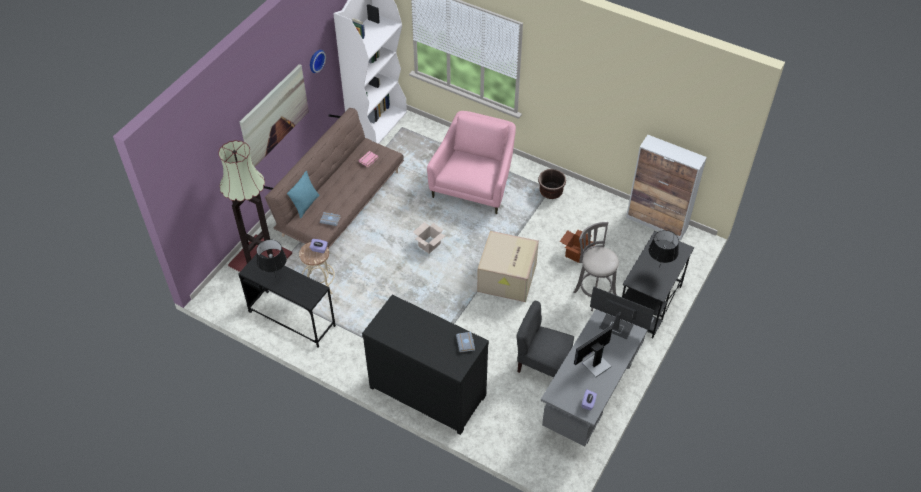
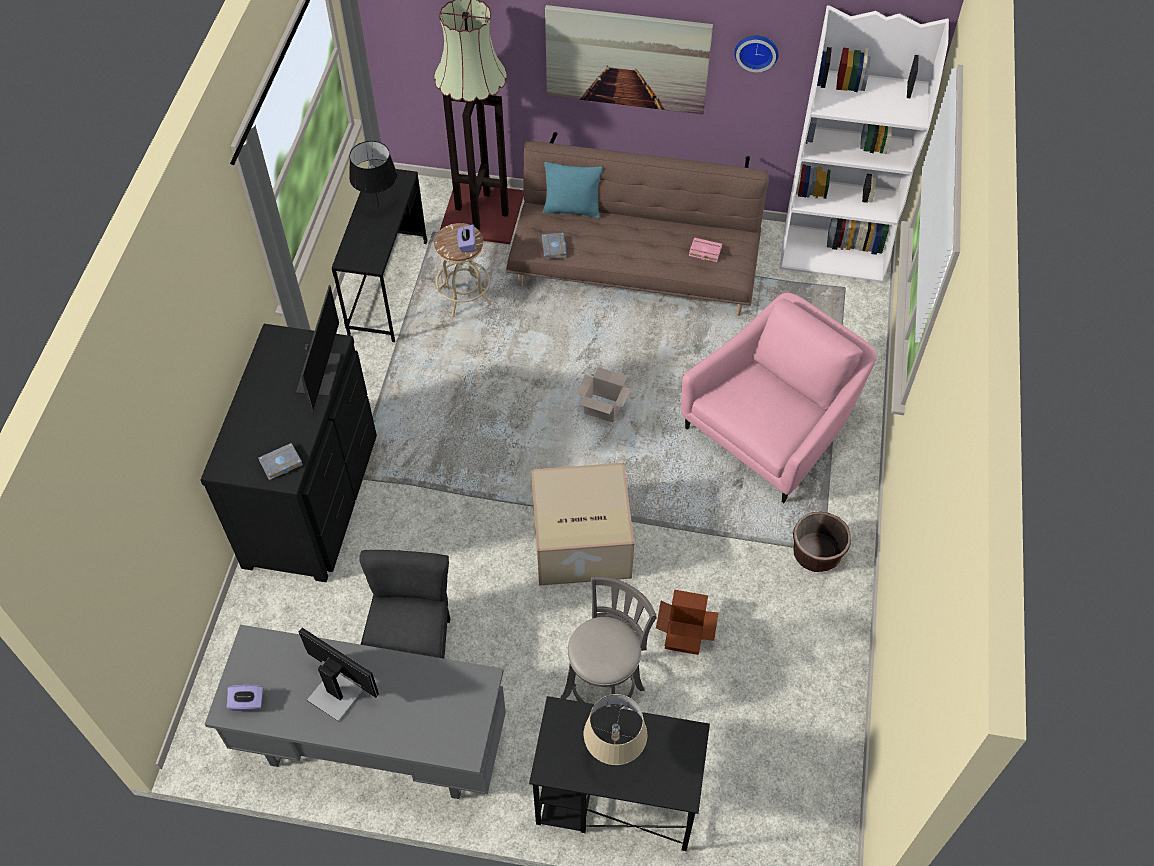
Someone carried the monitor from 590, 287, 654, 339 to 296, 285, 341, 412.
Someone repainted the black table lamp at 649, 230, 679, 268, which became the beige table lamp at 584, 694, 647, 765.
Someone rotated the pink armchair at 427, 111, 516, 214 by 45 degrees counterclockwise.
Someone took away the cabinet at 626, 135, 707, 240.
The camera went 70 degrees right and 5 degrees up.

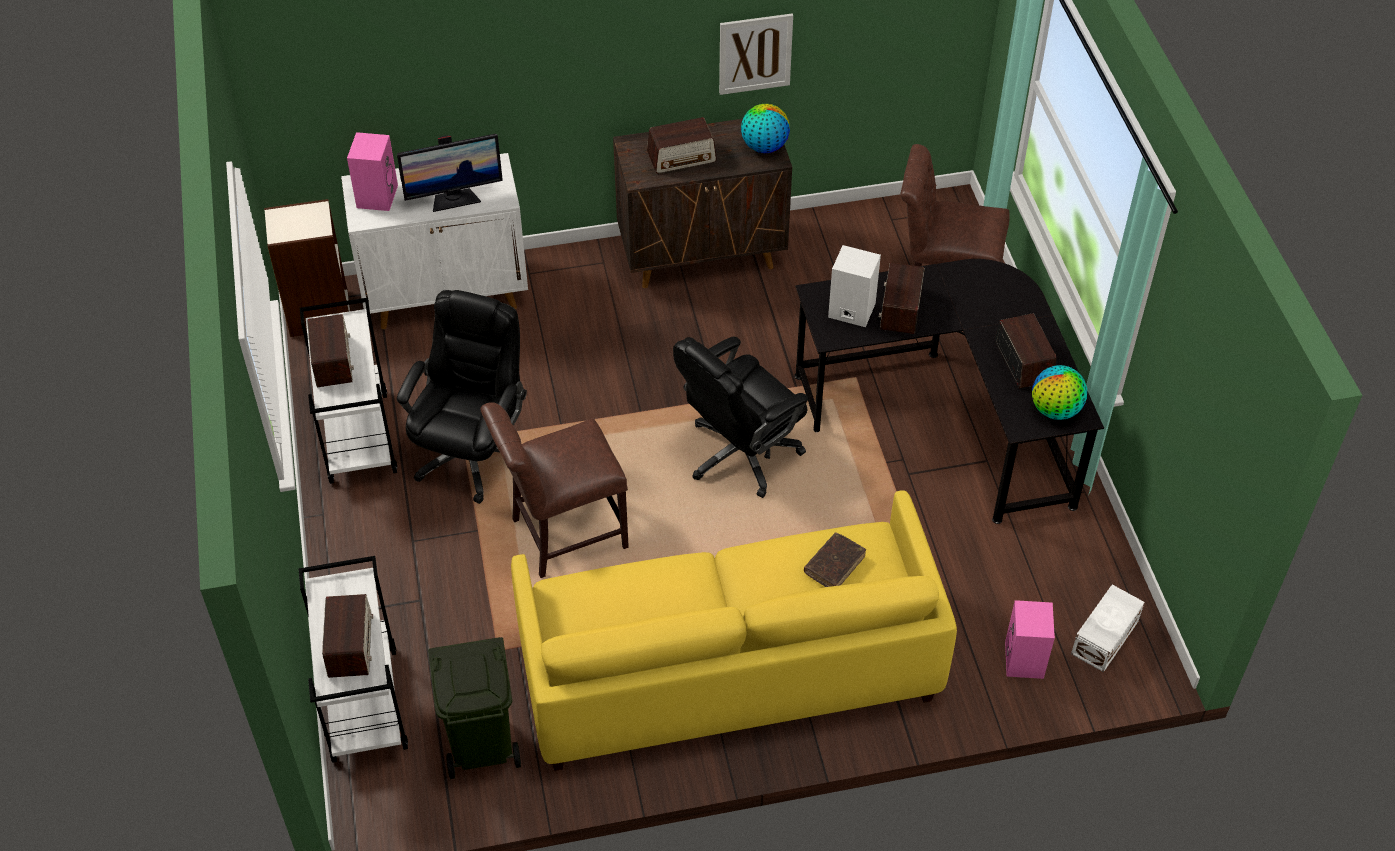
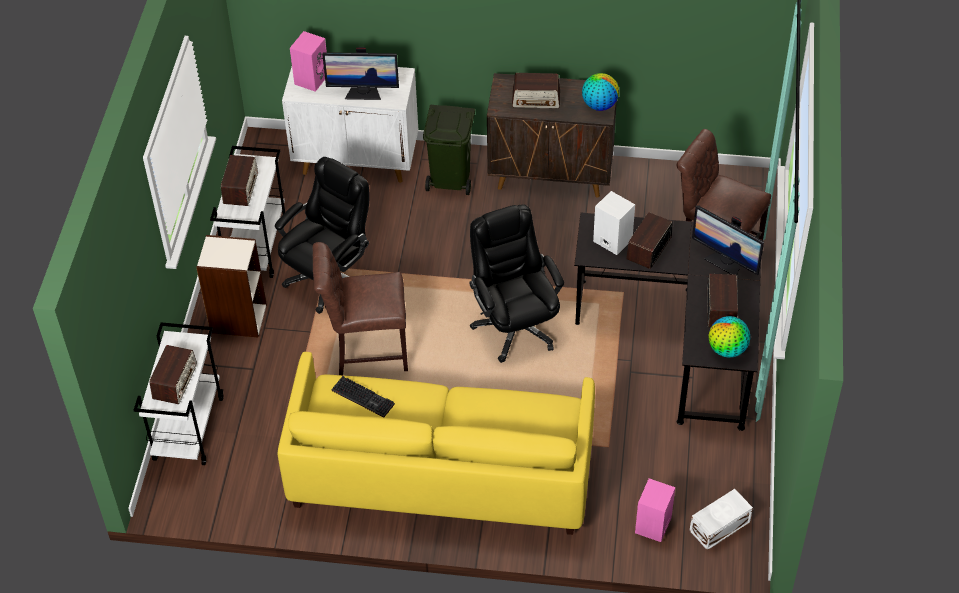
Someone carried the bookcase from 264, 199, 350, 337 to 196, 235, 267, 337.
Someone put down the keyboard at 332, 376, 395, 417.
Someone carried the green trash can from 428, 637, 521, 779 to 423, 105, 475, 195.
Someone rotated the black office chair at 673, 337, 808, 498 by 90 degrees clockwise.
Someone put down the monitor at 692, 205, 764, 276.
Someone took away the picture at 719, 13, 793, 95.
Someone took away the brown book at 804, 533, 866, 587.
The camera went 20 degrees right and 0 degrees up.

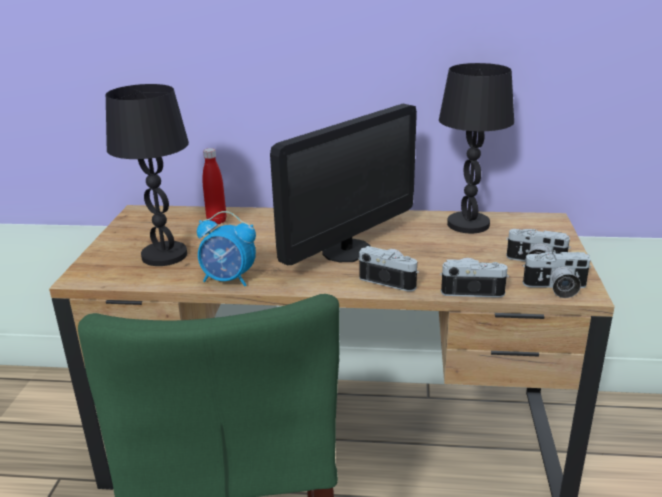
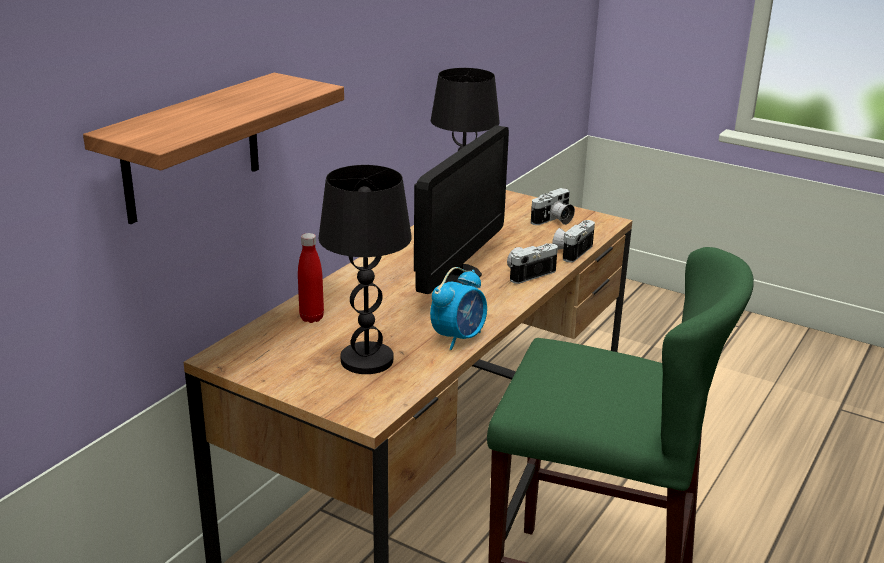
Someone put up the shelf at 83, 73, 344, 224.
Someone rotated the monitor at 270, 104, 417, 265 by 45 degrees clockwise.
Someone took away the photo camera at 523, 252, 591, 298.
The camera went 65 degrees left and 0 degrees up.

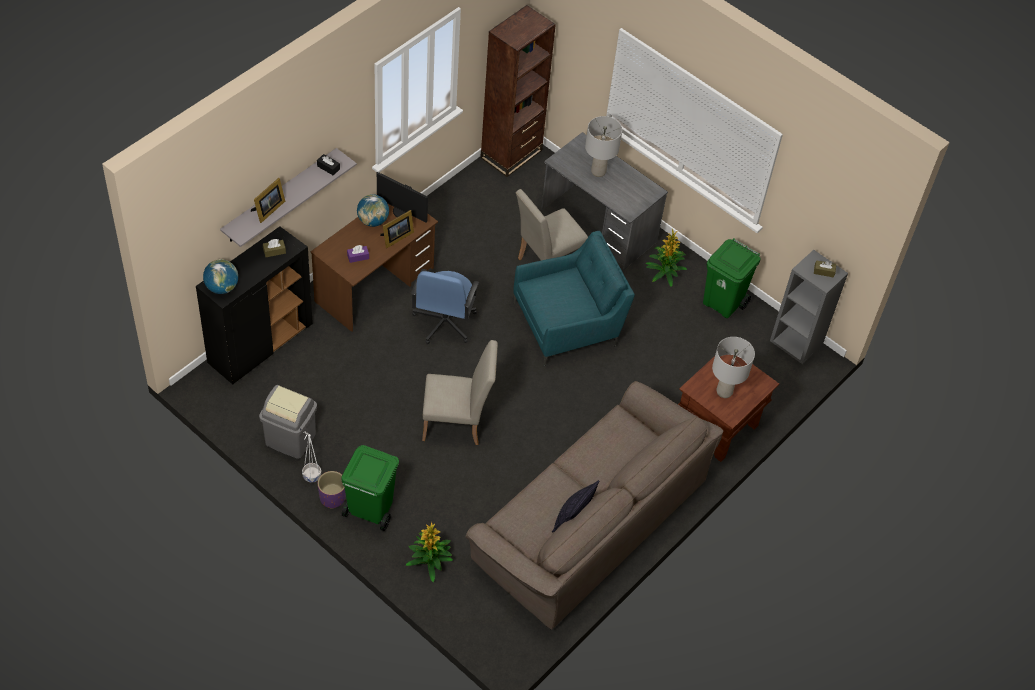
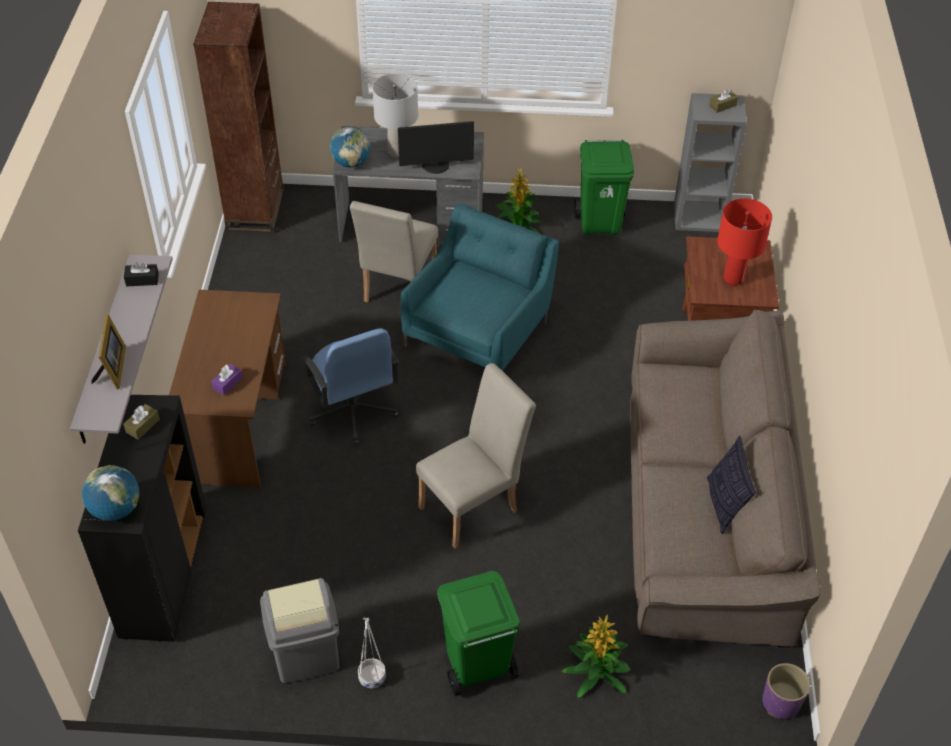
Someone carried the globe from 357, 194, 389, 227 to 330, 127, 370, 168.
Someone carried the monitor from 377, 172, 428, 222 to 398, 121, 474, 174.
Someone repainted the grey table lamp at 712, 337, 755, 398, which became the red table lamp at 717, 198, 772, 286.
Someone carried the purple planter from 318, 471, 346, 509 to 763, 663, 810, 719.
Someone took away the picture frame at 380, 210, 414, 248.
The camera went 35 degrees left and 5 degrees down.

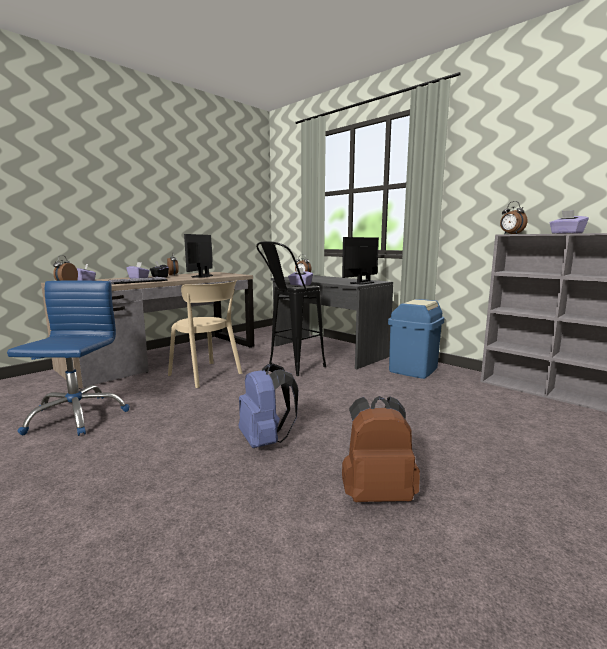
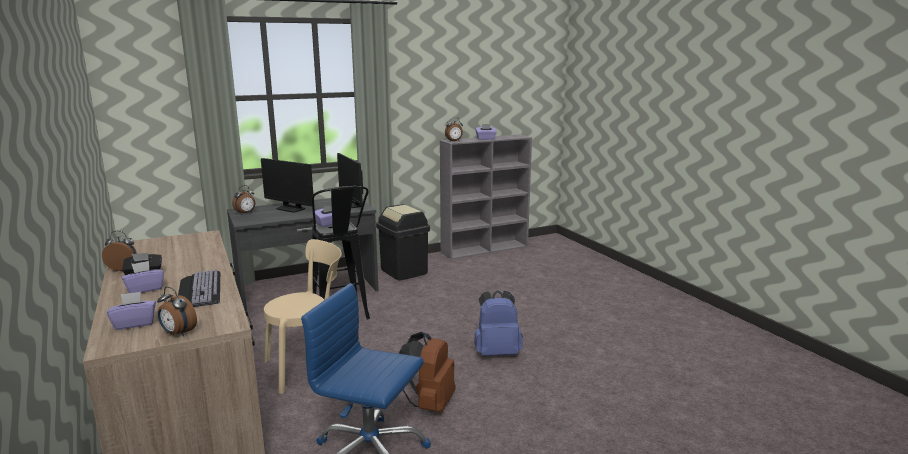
Someone carried the monitor from 184, 234, 213, 278 to 261, 158, 313, 212.
Someone repainted the blue trash can at 388, 299, 445, 379, which became the black trash can at 376, 204, 430, 280.
Someone carried the brown backpack from 342, 396, 420, 502 to 398, 332, 456, 413.
The camera went 70 degrees left and 5 degrees up.

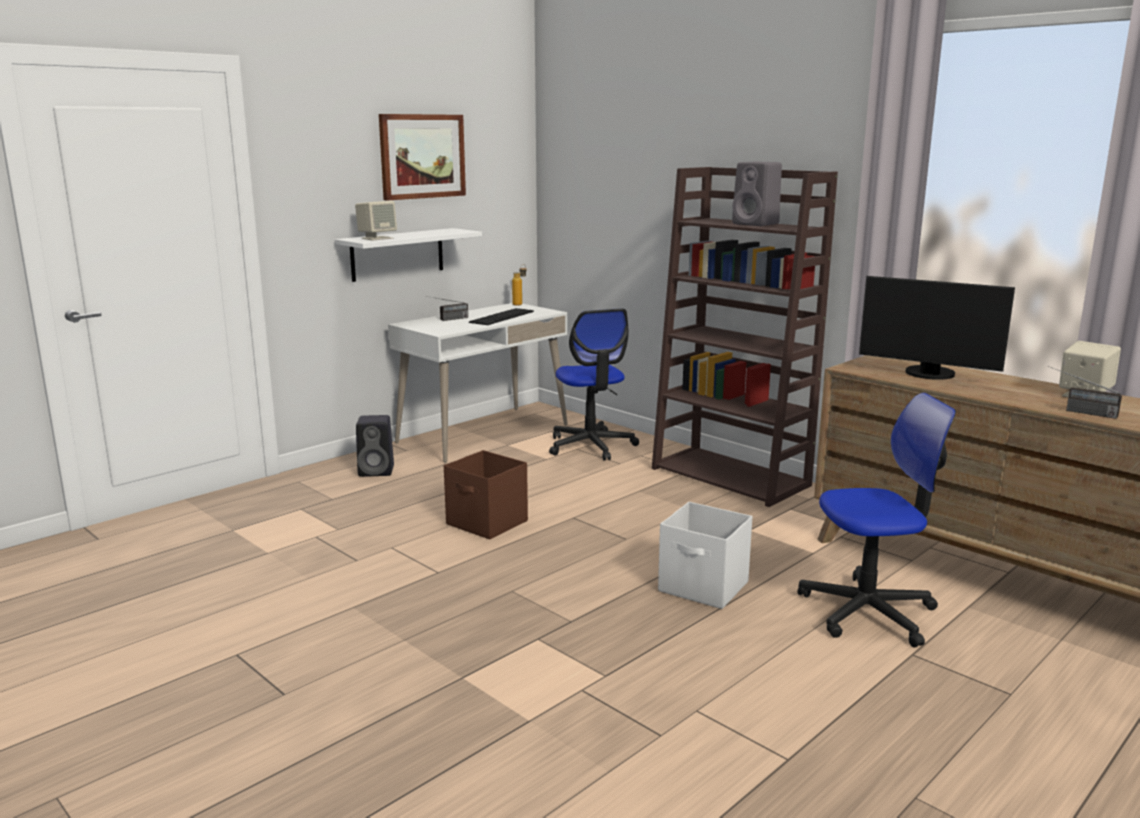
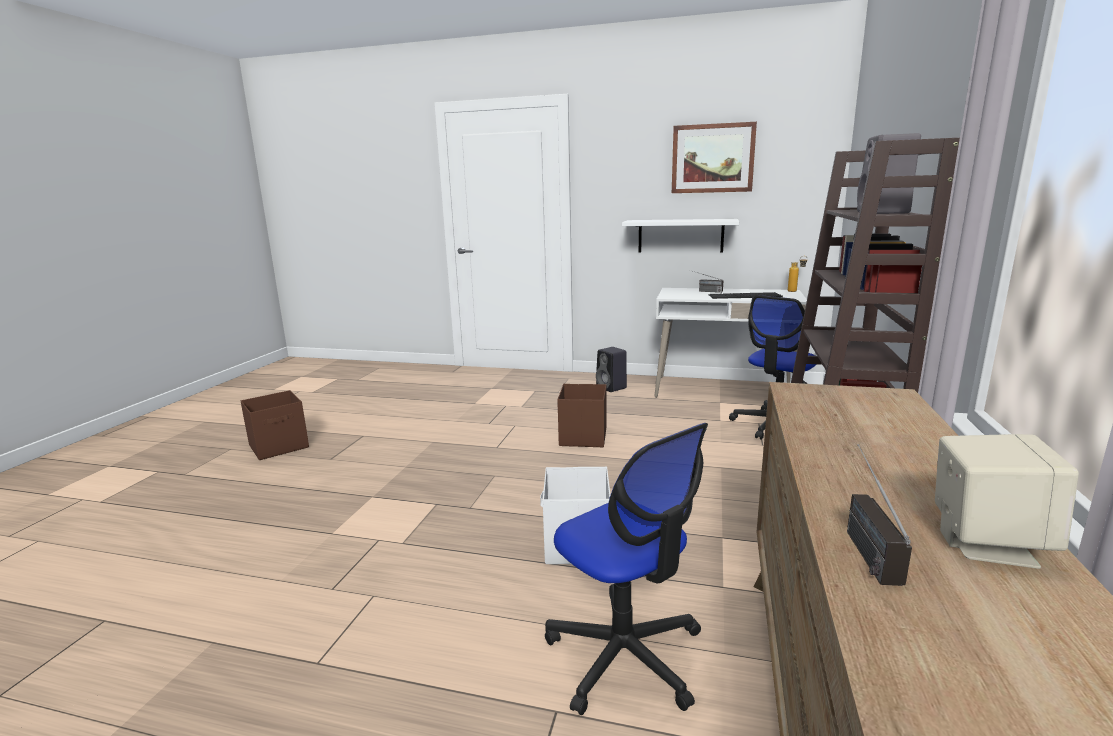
Someone put down the brown storage box at 241, 390, 309, 460.
Someone took away the beige speaker at 355, 201, 397, 241.
Someone took away the monitor at 859, 276, 1015, 380.
The camera went 60 degrees right and 0 degrees up.

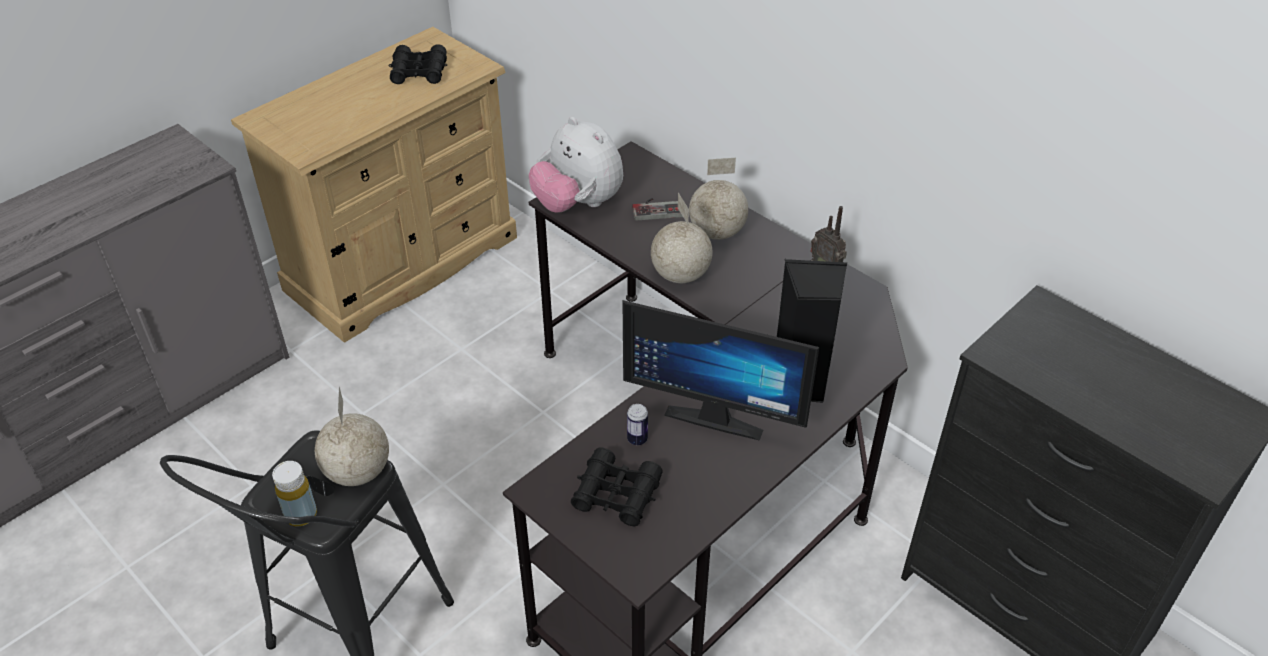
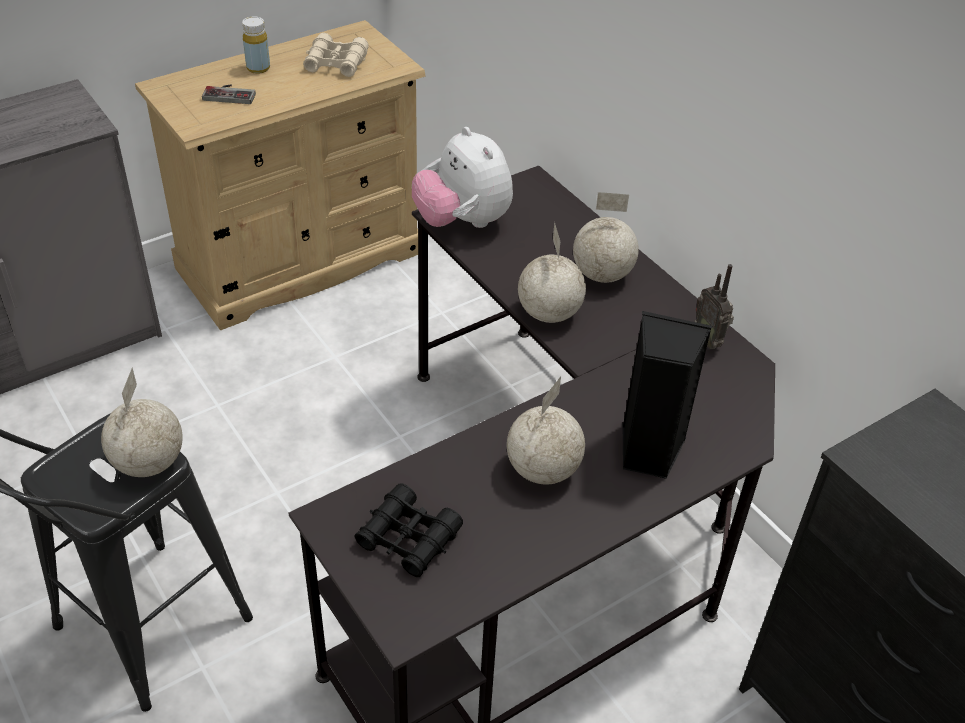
Someone carried the game controller from 632, 198, 683, 221 to 202, 84, 256, 104.
Someone carried the yellow bottle from 272, 461, 317, 526 to 242, 16, 270, 74.
Someone repainted the black binoculars at 389, 44, 447, 84, which became the beige binoculars at 303, 33, 369, 77.
Someone swapped the monitor at 622, 300, 819, 441 for the globe at 507, 376, 585, 484.
Someone took away the can at 627, 404, 648, 445.
The camera went 10 degrees right and 0 degrees up.

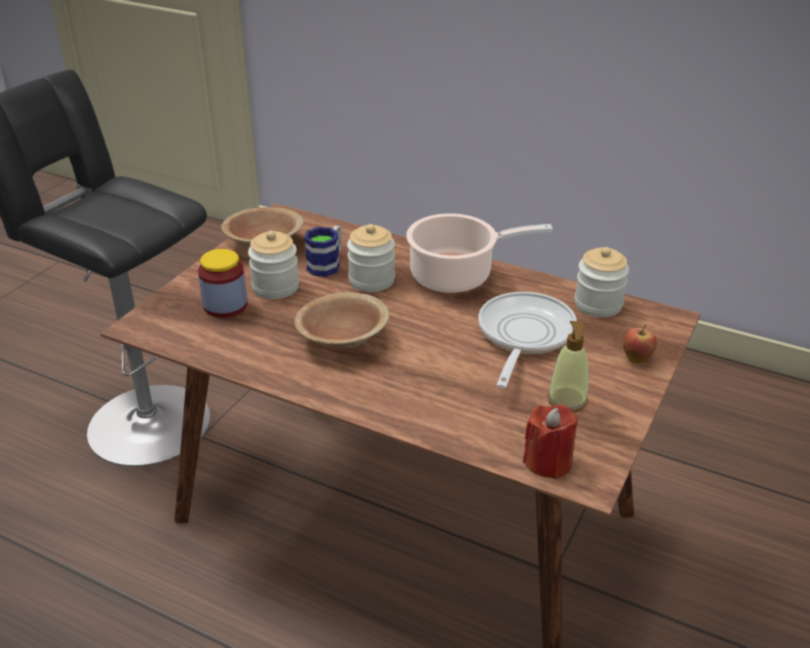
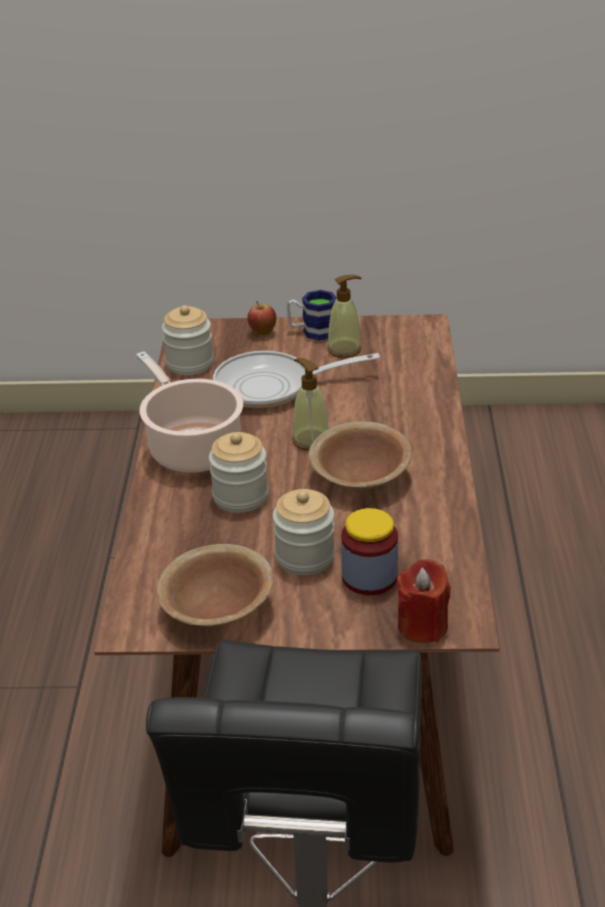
Someone carried the mug from 304, 226, 342, 277 to 287, 290, 337, 341.
Someone put down the soap dispenser at 292, 358, 329, 451.
Someone carried the red candle from 523, 405, 578, 479 to 397, 559, 451, 643.
The camera went 115 degrees left and 0 degrees up.

